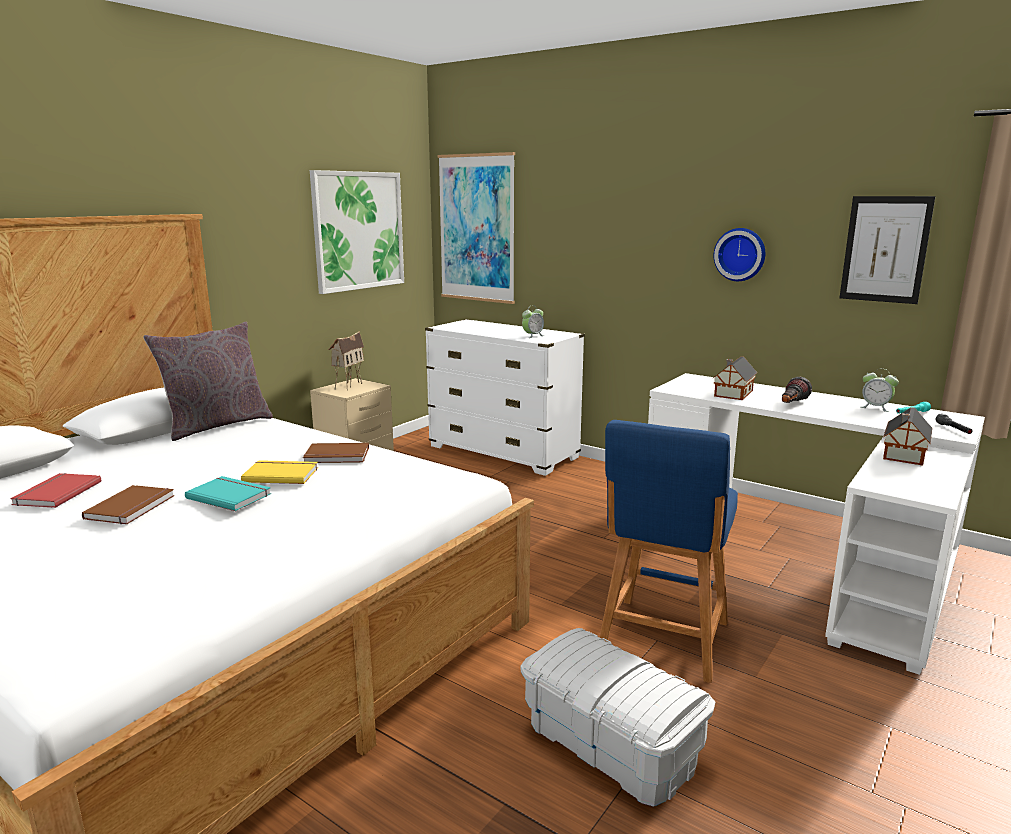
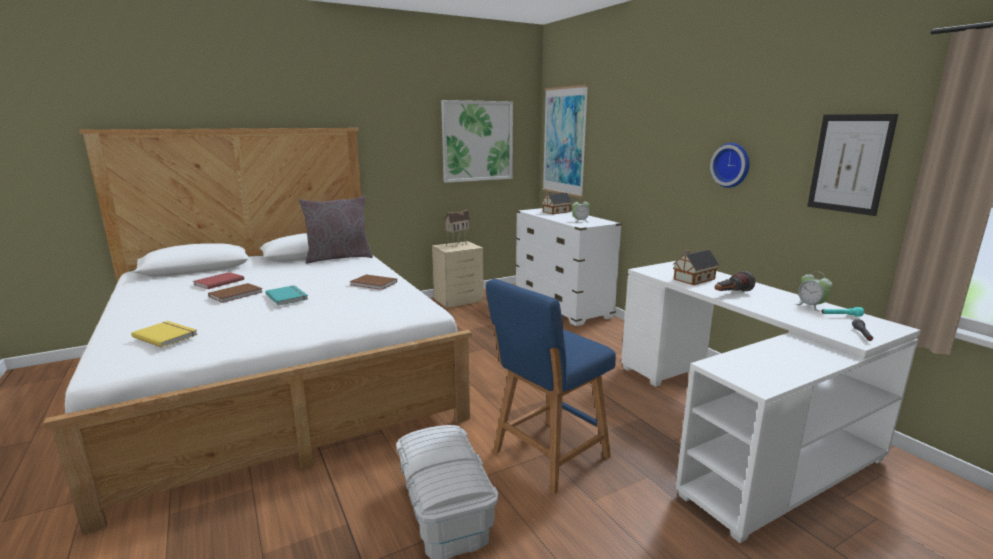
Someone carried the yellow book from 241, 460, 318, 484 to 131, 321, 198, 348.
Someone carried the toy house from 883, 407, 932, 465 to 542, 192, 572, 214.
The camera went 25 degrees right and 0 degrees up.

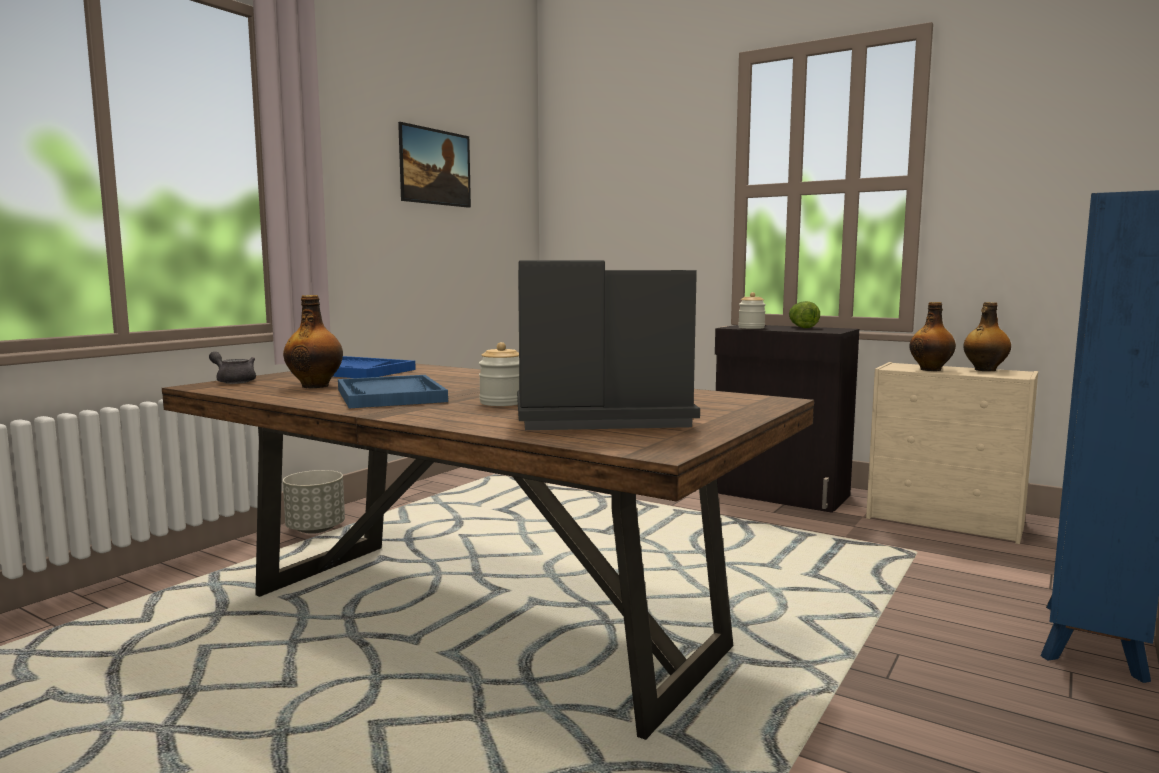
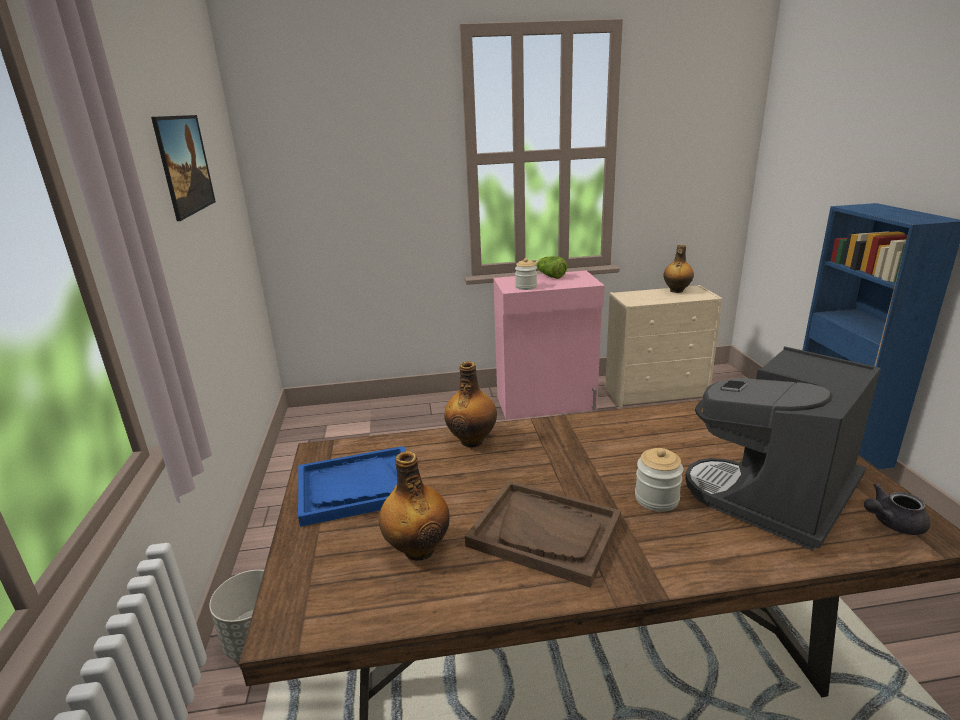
Someone carried the bottle from 909, 302, 956, 371 to 444, 362, 497, 448.
Someone repainted the blue tray at 338, 375, 448, 408, which became the brown tray at 465, 481, 621, 588.
Someone repainted the black cabinet at 715, 325, 859, 513, which became the pink cabinet at 493, 271, 605, 420.
Someone carried the grey teapot from 209, 351, 256, 384 to 864, 483, 930, 535.
The camera went 40 degrees left and 15 degrees up.

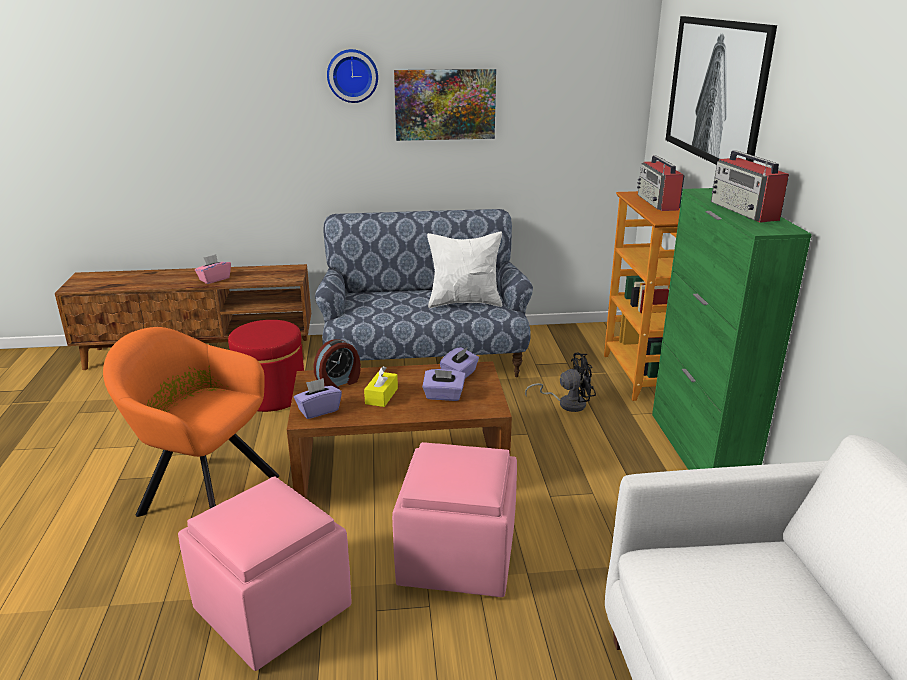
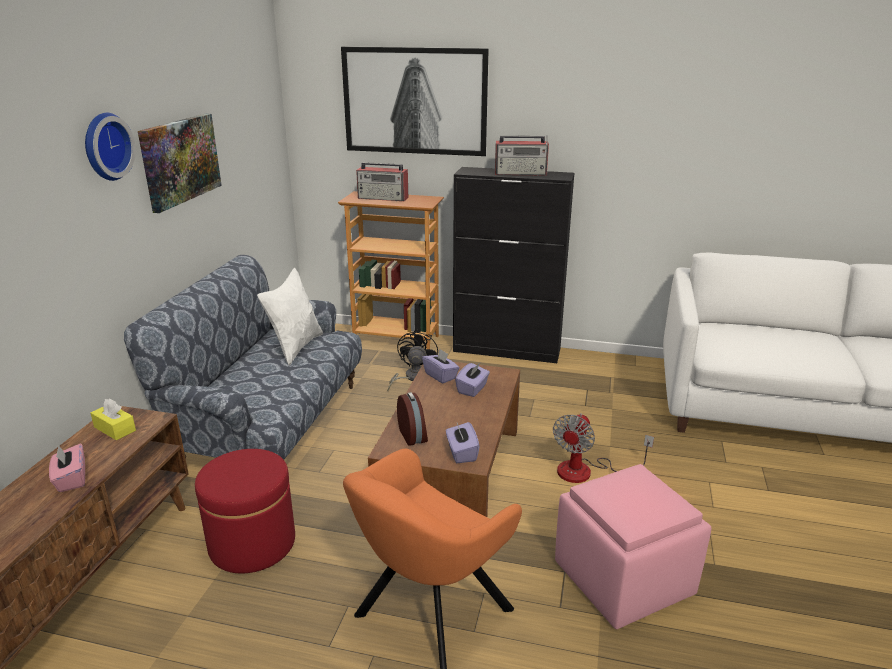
Someone carried the yellow tissue box from 364, 366, 398, 407 to 90, 399, 136, 440.
Someone repainted the green cabinet at 652, 188, 812, 470, which became the black cabinet at 453, 167, 574, 363.
Someone swapped the pink ottoman at 392, 442, 517, 597 for the fan at 553, 413, 654, 483.
The camera went 70 degrees left and 0 degrees up.

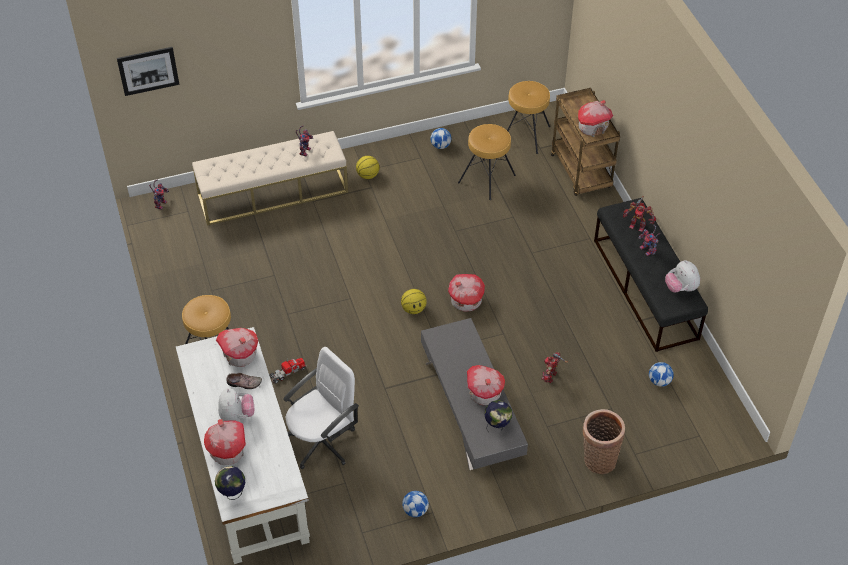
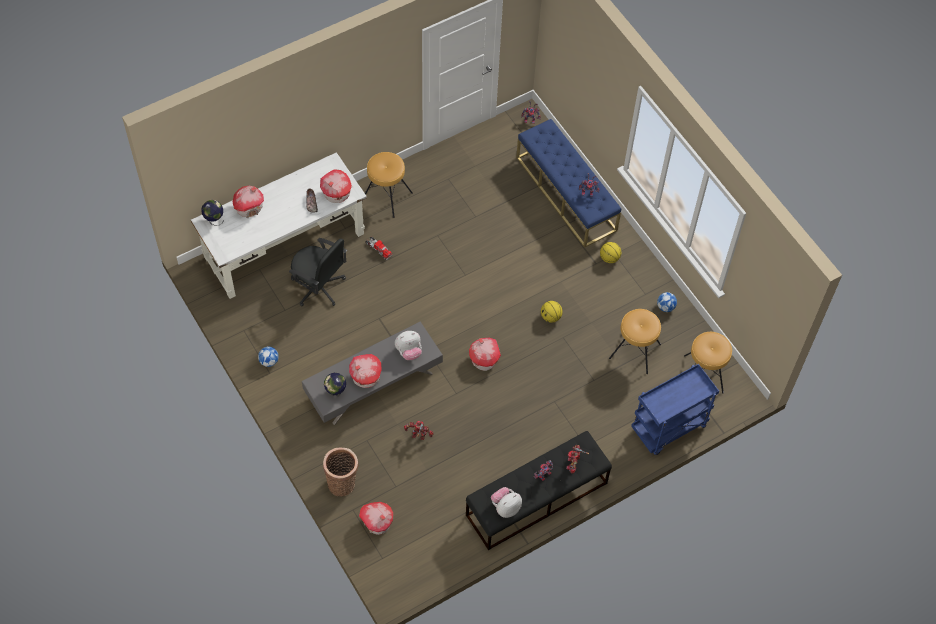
Someone repainted the white office chair at 283, 347, 359, 469, which became the black office chair at 289, 238, 347, 306.
Someone carried the toy house from 578, 100, 613, 137 to 359, 502, 393, 535.
Someone carried the plush toy from 218, 388, 254, 421 to 395, 331, 422, 360.
Someone repainted the beige bench at 192, 131, 348, 226, which became the blue bench at 516, 119, 621, 248.
Someone carried the basketball from 401, 289, 427, 314 to 541, 301, 562, 323.
Someone repainted the brown cart at 551, 88, 620, 196, which became the blue cart at 631, 364, 719, 455.
Someone took away the picture at 117, 47, 179, 96.
Someone took away the football at 649, 362, 674, 387.
The camera went 75 degrees right and 10 degrees up.

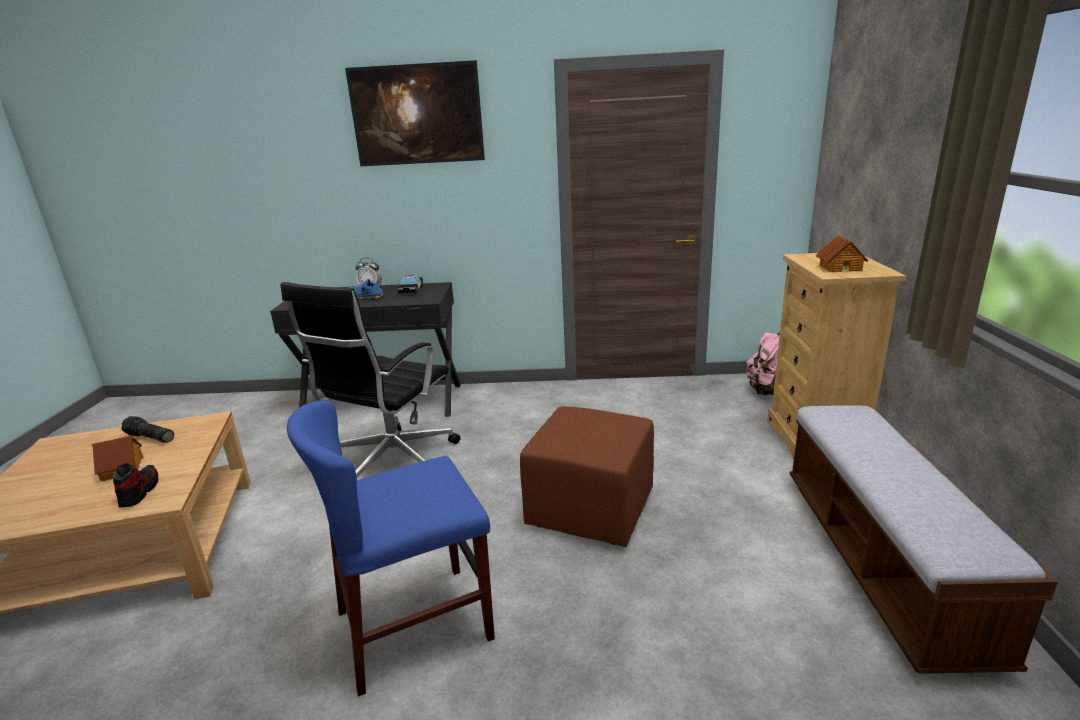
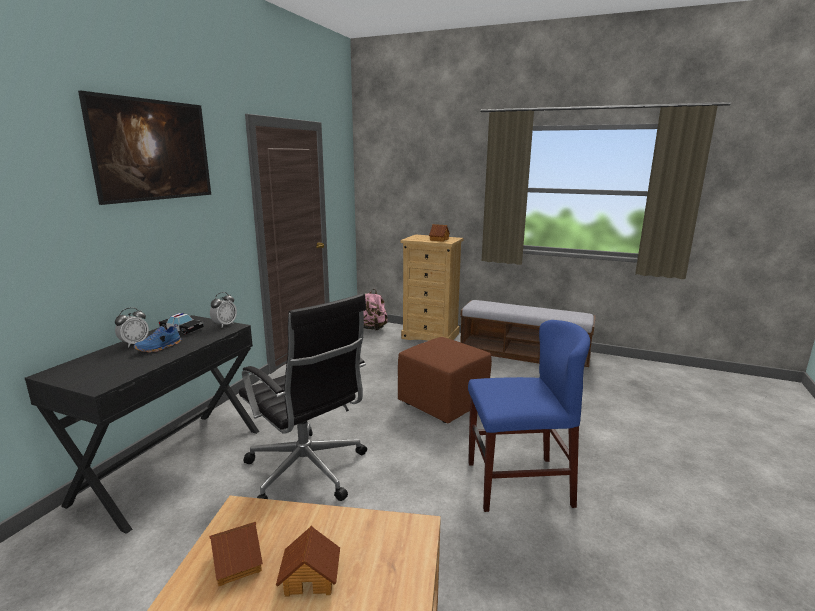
Someone swapped the flashlight at 121, 416, 174, 442 for the toy house at 209, 522, 263, 586.
Someone put down the alarm clock at 210, 292, 237, 327.
Someone rotated the blue chair at 287, 400, 495, 697 by 90 degrees counterclockwise.
Someone took away the shoe at 113, 463, 158, 507.
The camera went 70 degrees left and 5 degrees down.

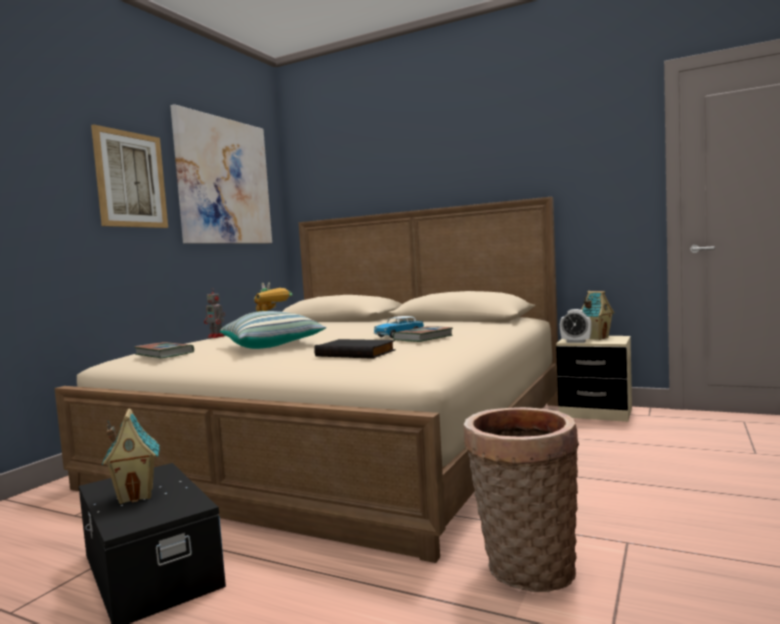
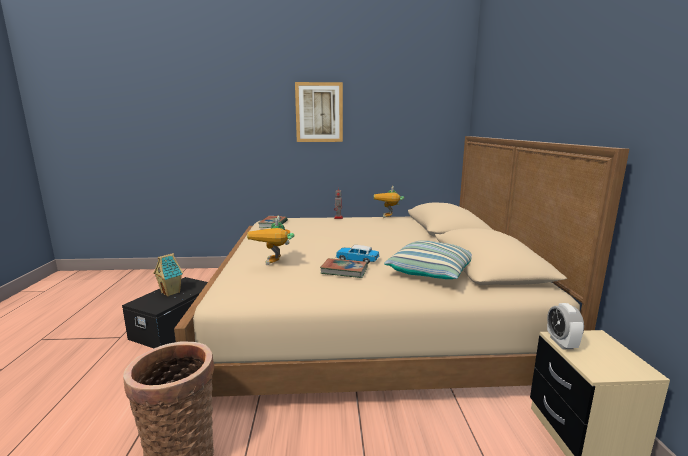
Someone swapped the black book at 314, 339, 396, 359 for the toy robot at 247, 216, 294, 265.
Someone carried the pillow from 220, 311, 327, 349 to 384, 240, 472, 279.
Someone took away the picture at 170, 104, 272, 243.
Someone took away the toy house at 581, 291, 614, 340.
The camera went 60 degrees right and 10 degrees up.

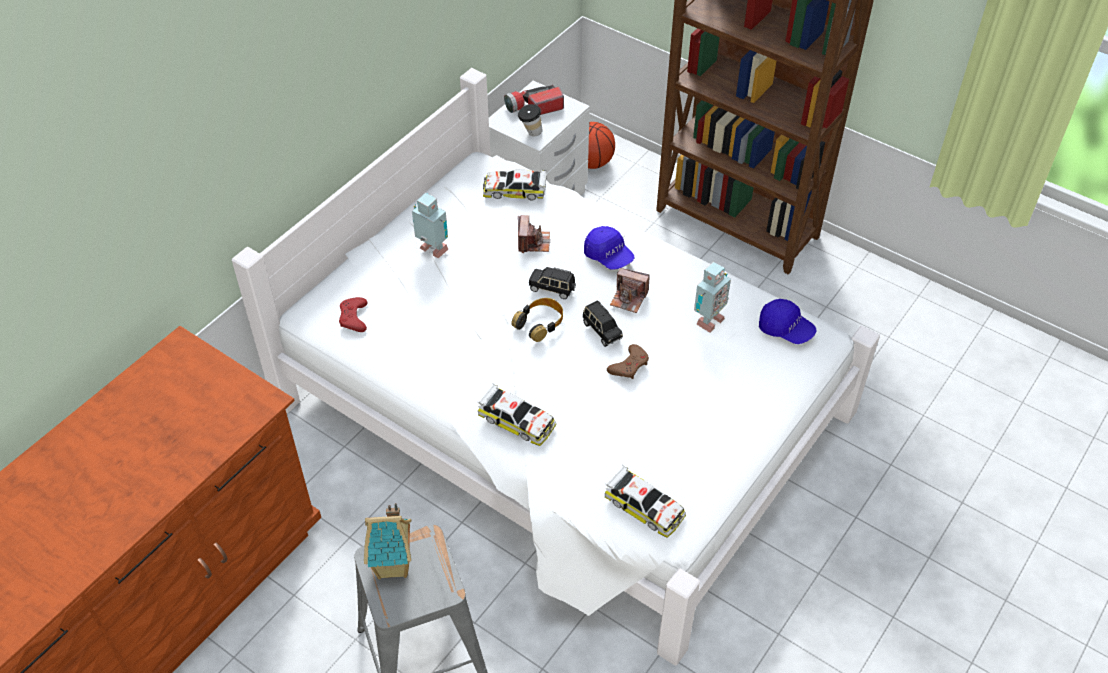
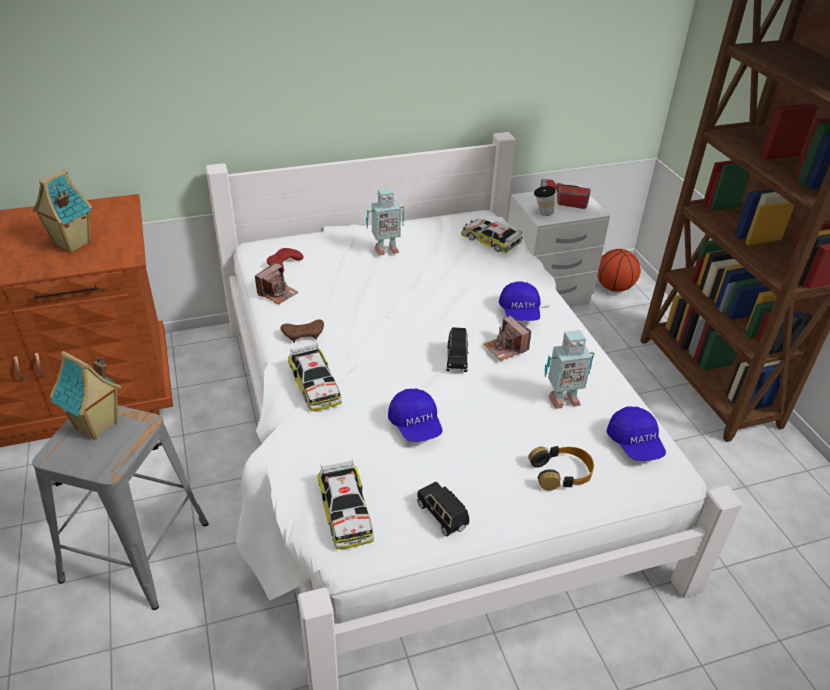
Someone put down the toy house at 33, 169, 92, 253.
Someone carried the photo camera from 518, 215, 550, 253 to 255, 263, 298, 305.
Someone carried the brown game controller from 607, 344, 649, 379 to 281, 319, 324, 343.
Someone rotated the toy robot at 412, 193, 448, 258 by 90 degrees clockwise.
Someone put down the blue cap at 388, 389, 443, 442.
Someone carried the black toy car from 529, 267, 576, 299 to 417, 482, 469, 537.
Someone carried the headphones from 511, 298, 563, 342 to 528, 446, 594, 491.
The camera went 35 degrees right and 10 degrees down.

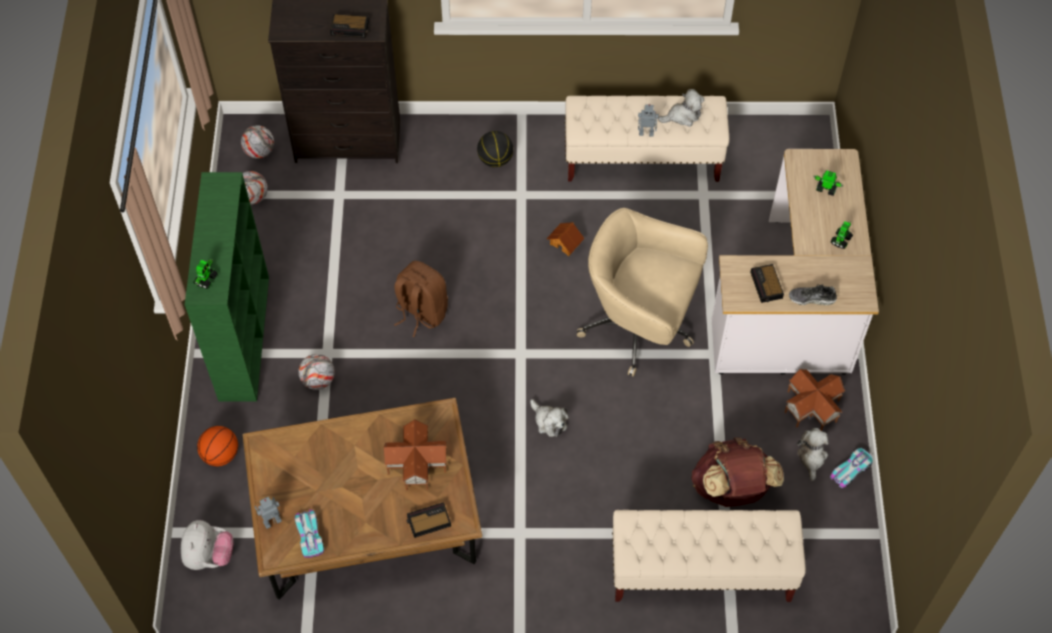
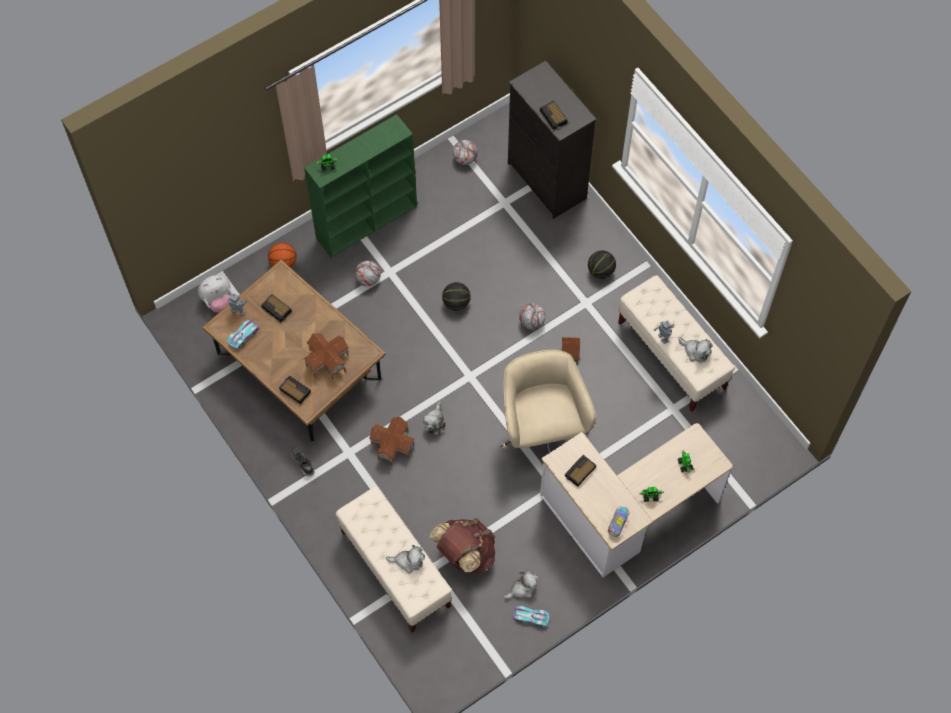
Someone put down the alarm clock at 261, 294, 292, 322.
Someone carried the shoe from 789, 284, 837, 305 to 291, 447, 315, 477.
Someone carried the toy house from 785, 369, 845, 431 to 369, 417, 415, 465.
Someone put down the plush toy at 386, 545, 425, 573.
Someone swapped the brown backpack at 394, 261, 448, 337 for the basketball at 442, 282, 471, 311.
Someone carried the football from 241, 125, 274, 159 to 519, 303, 545, 330.
Someone put down the toy car at 608, 506, 630, 537.
The camera went 55 degrees right and 5 degrees up.

